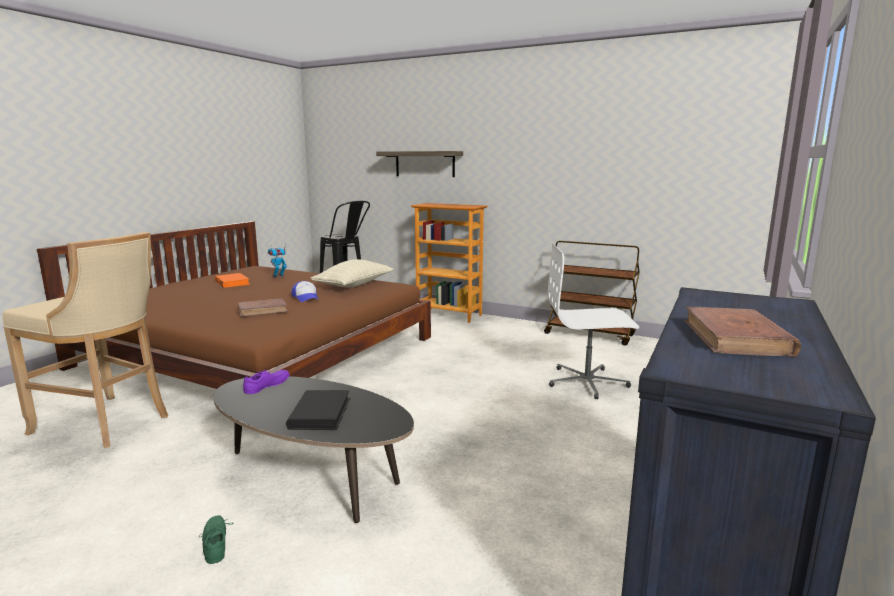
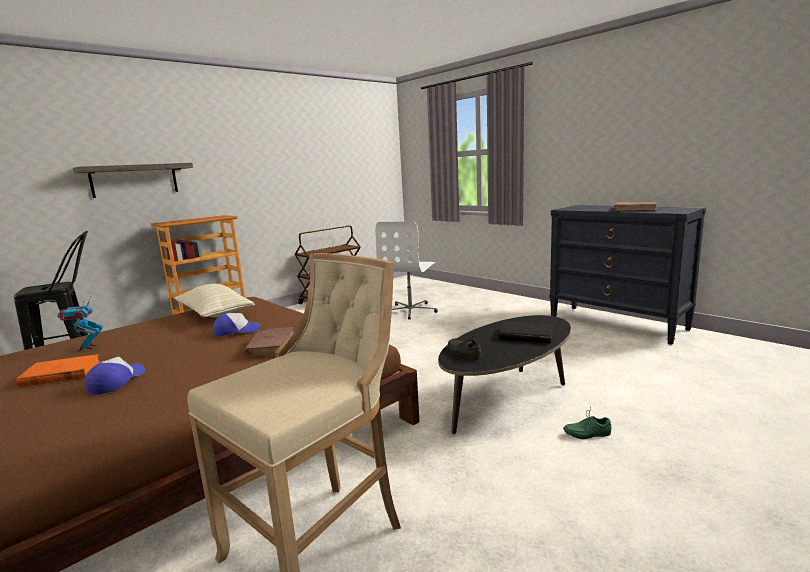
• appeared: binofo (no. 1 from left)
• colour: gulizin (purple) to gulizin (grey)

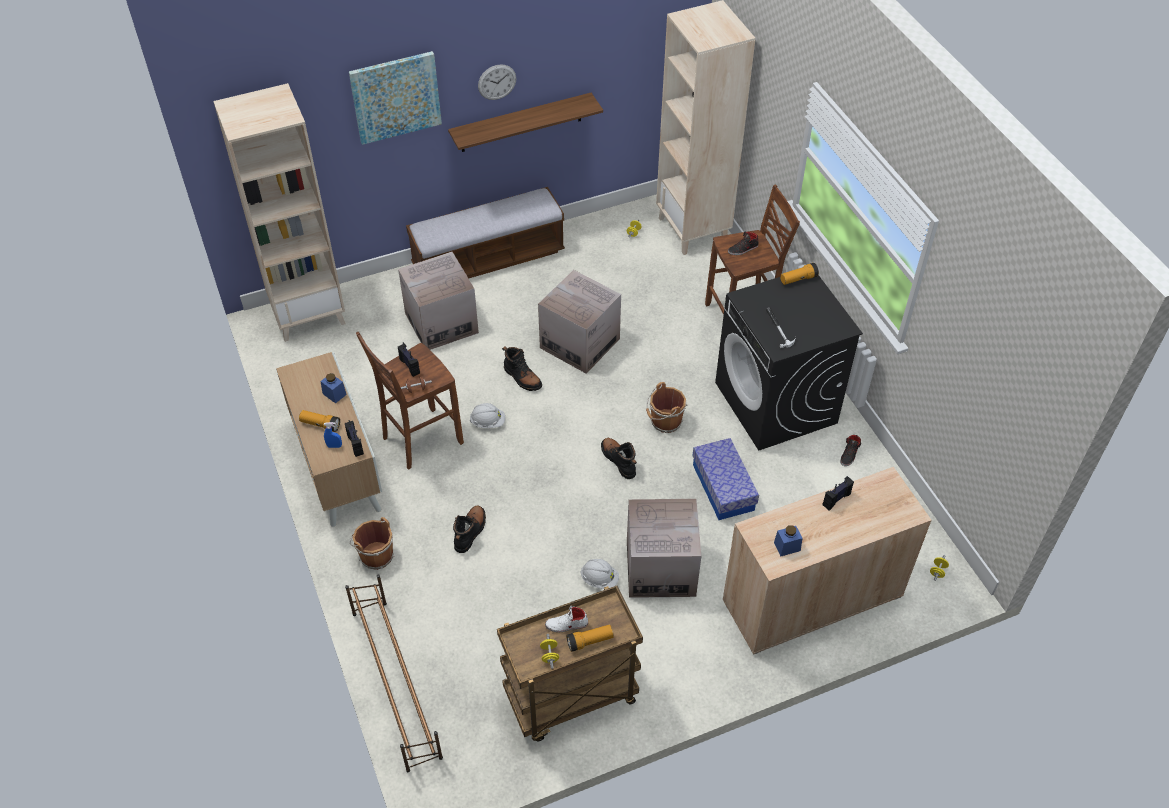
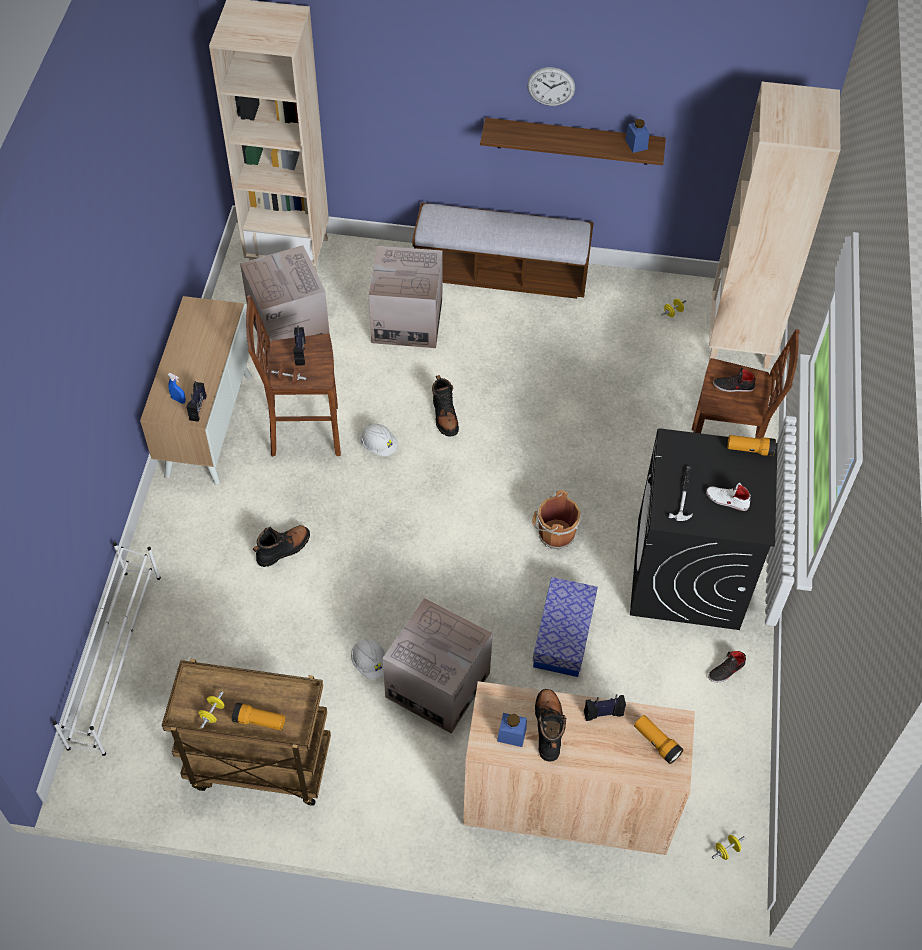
• missing: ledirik
• missing: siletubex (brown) (no. 1 from left)
• relocated: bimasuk (no. 1 from left in the first image) to bimasuk (no. 2 from left)
• relocated: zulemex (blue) (no. 1 from left in the first image) to zulemex (blue) (no. 2 from left)
• relocated: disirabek (no. 2 from left in the first image) to disirabek (no. 1 from left)
• relocated: gulizin (white)
• relocated: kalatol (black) (no. 3 from left)
• colour: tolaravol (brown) to tolaravol (white)

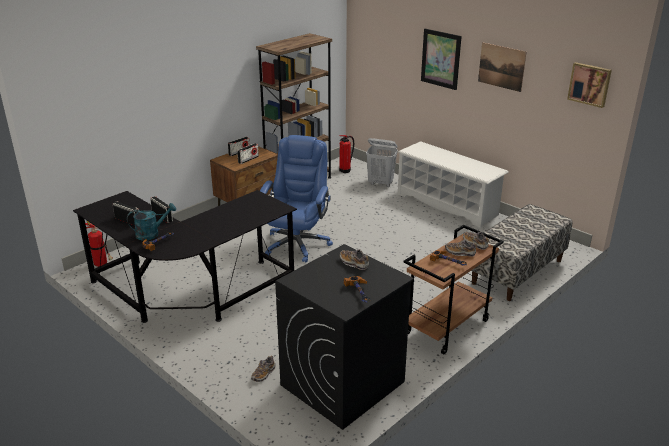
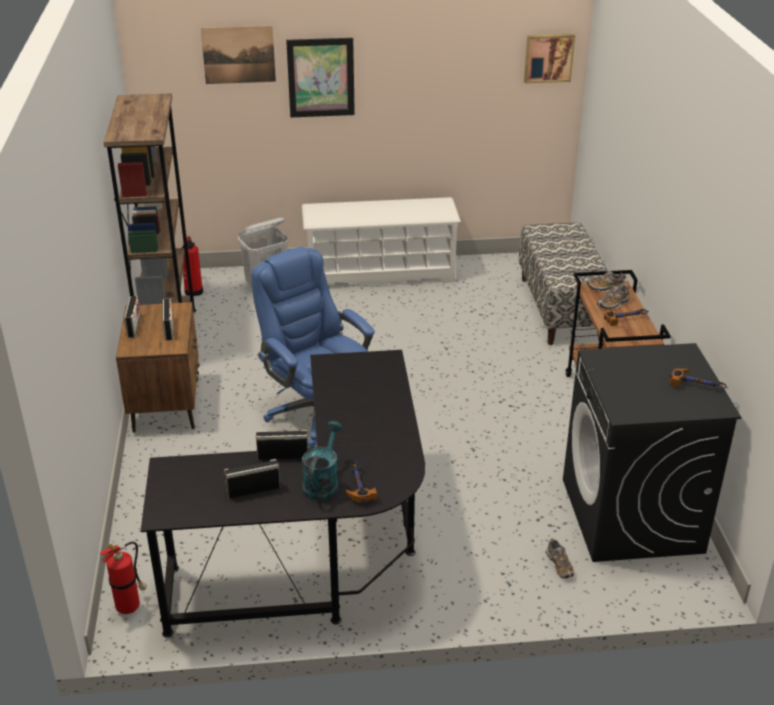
• missing: gulizin (no. 2 from left)
• relocated: ledirik (no. 2 from left in the first image) to ledirik (no. 1 from left)

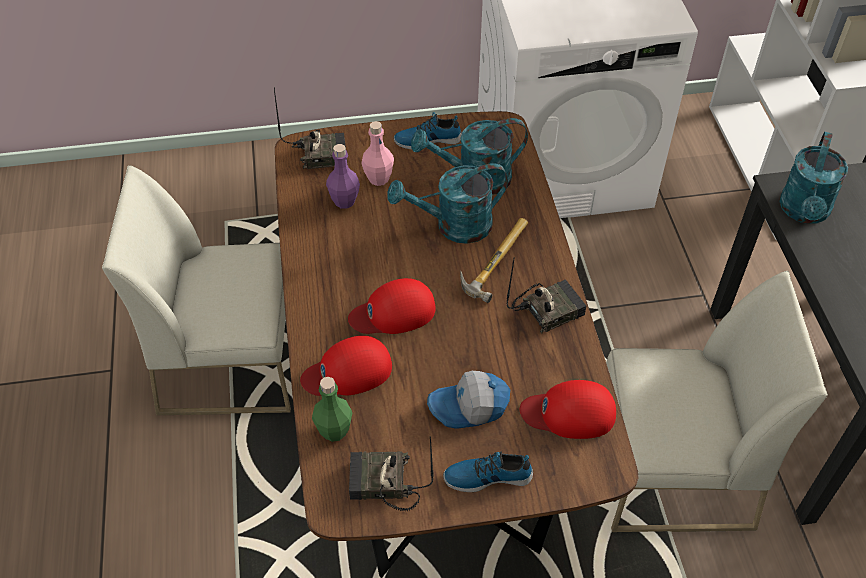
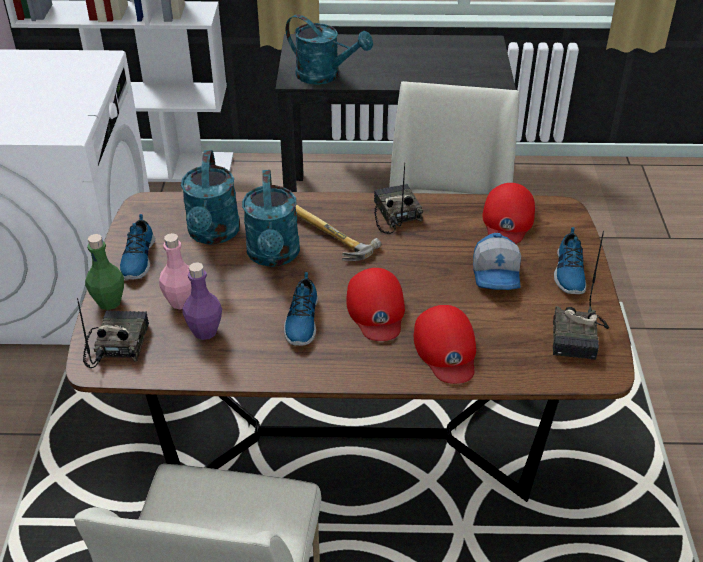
• appeared: gulizin (no. 2 from left)
• relocated: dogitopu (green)

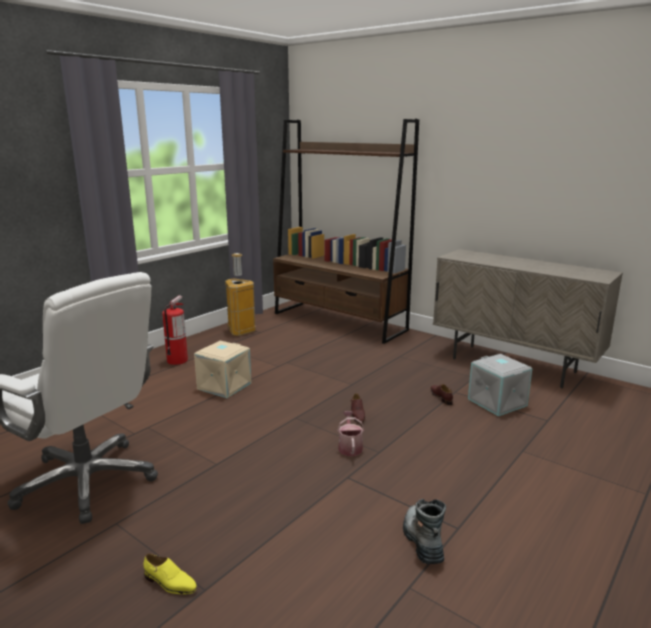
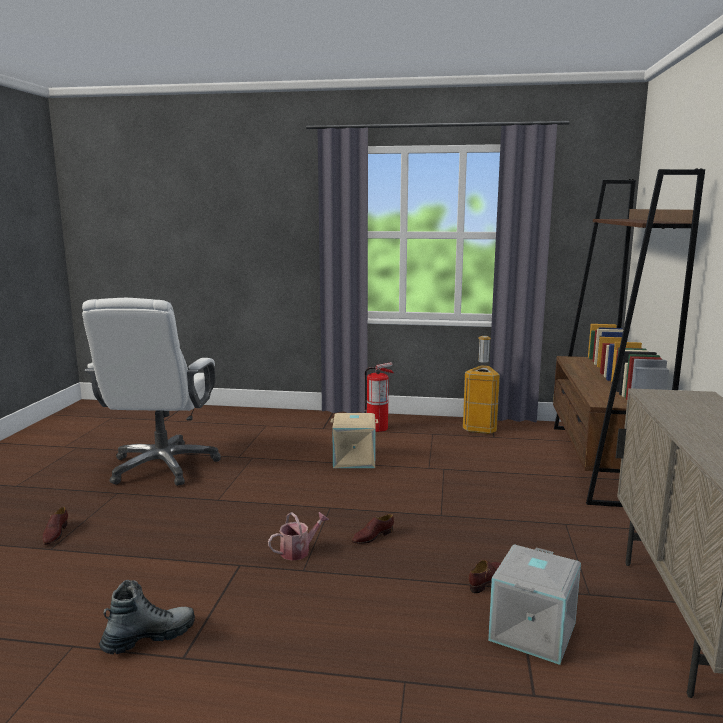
• colour: gulizin (yellow) to gulizin (brown) (no. 1 from left)

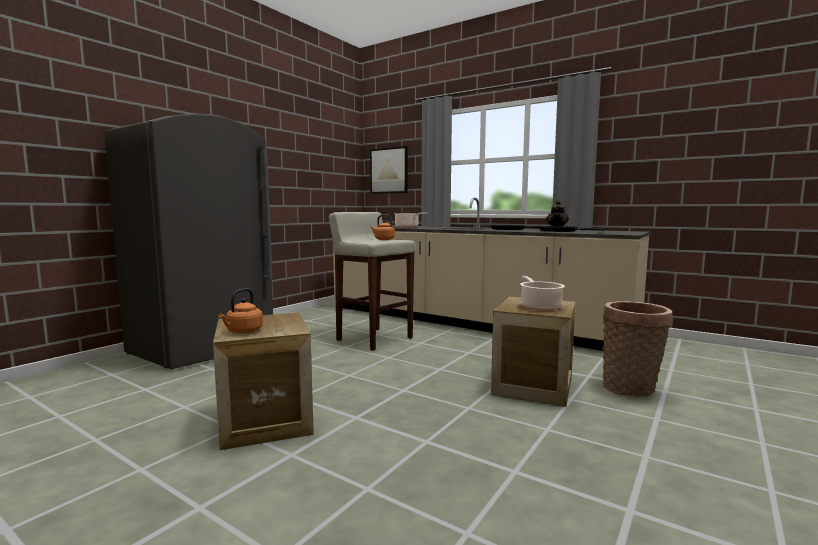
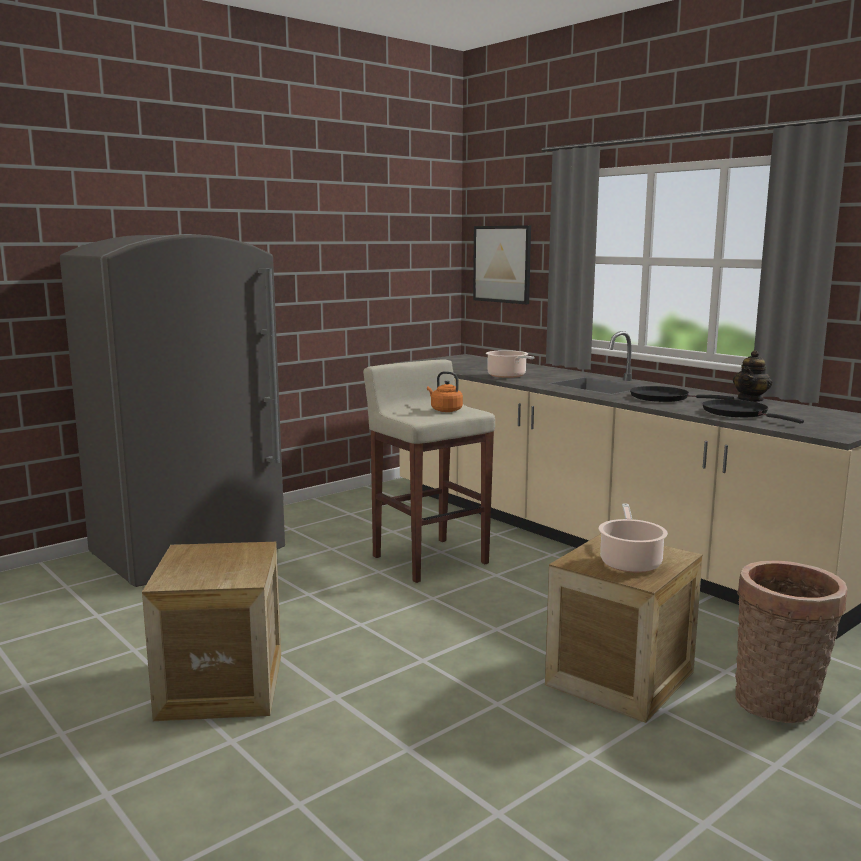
• missing: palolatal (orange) (no. 1 from left)

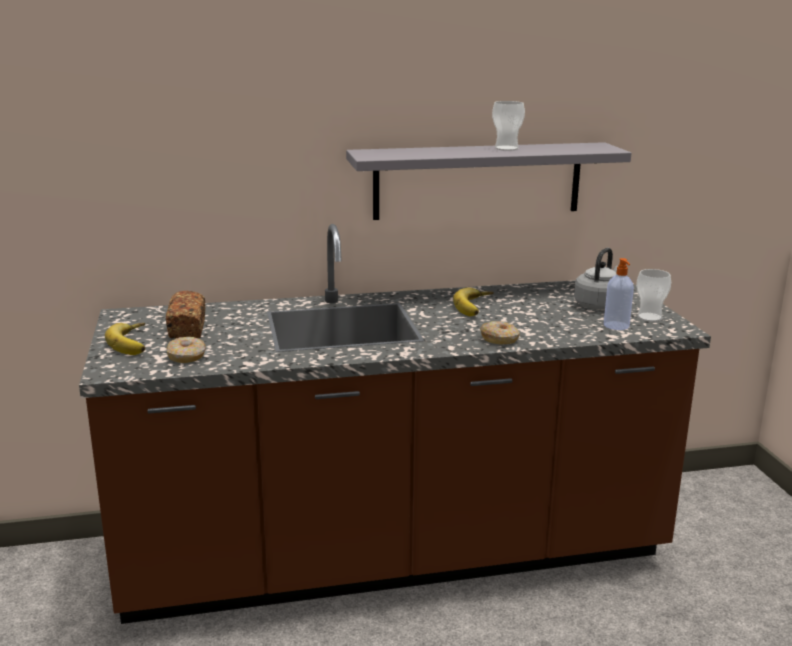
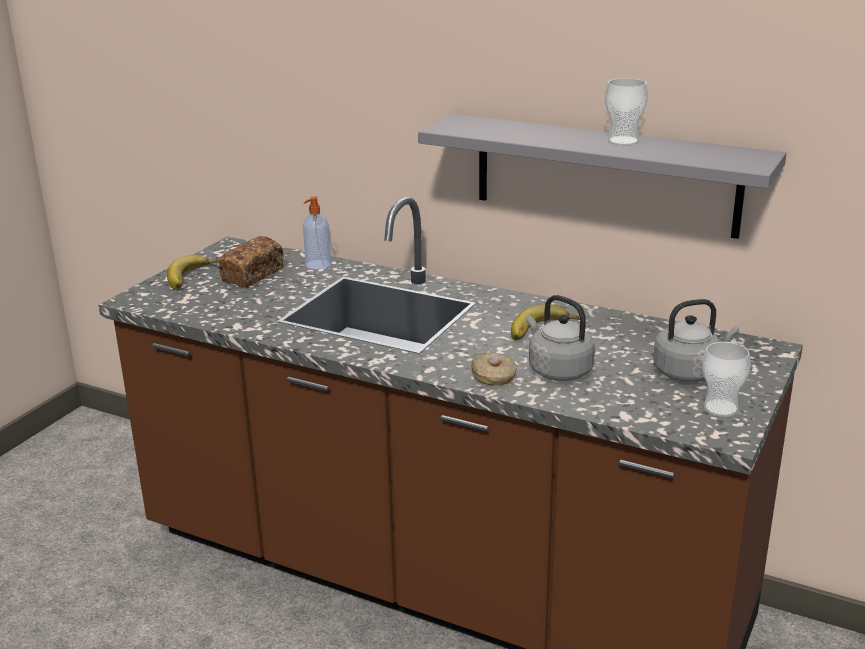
• missing: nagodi (no. 1 from left)
• appeared: palolatal (grey) (no. 1 from left)
• relocated: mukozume

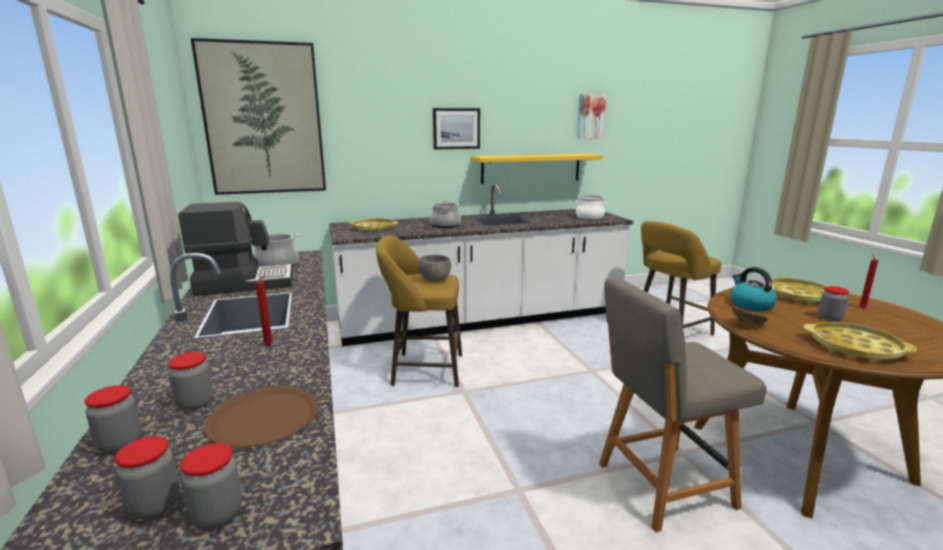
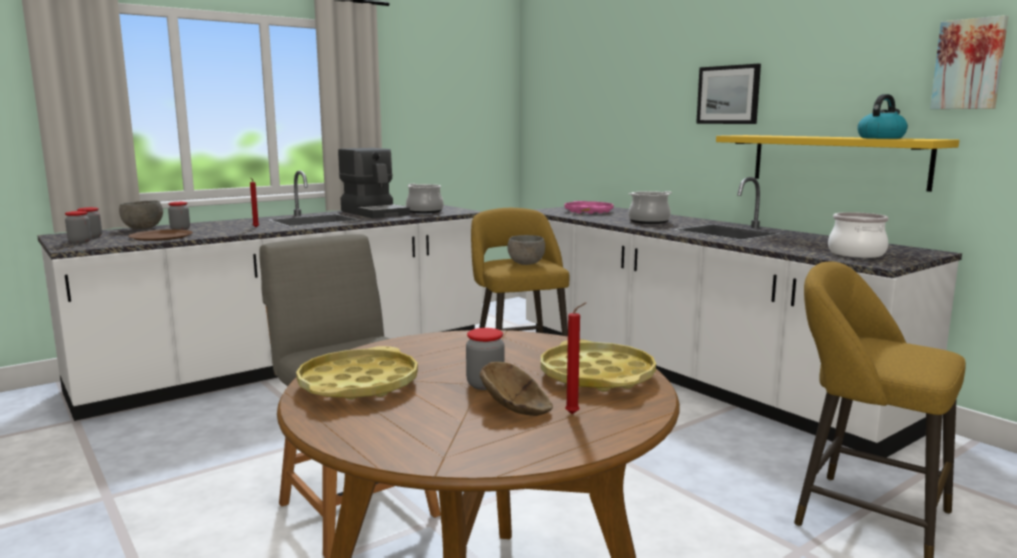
• missing: ledirik (no. 1 from left)
• relocated: palolatal
• relocated: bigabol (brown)
• exchanged: zulemex (no. 1 from left) to bigabol (grey) (no. 1 from left)
• colour: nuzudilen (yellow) (no. 1 from left) to nuzudilen (pink)

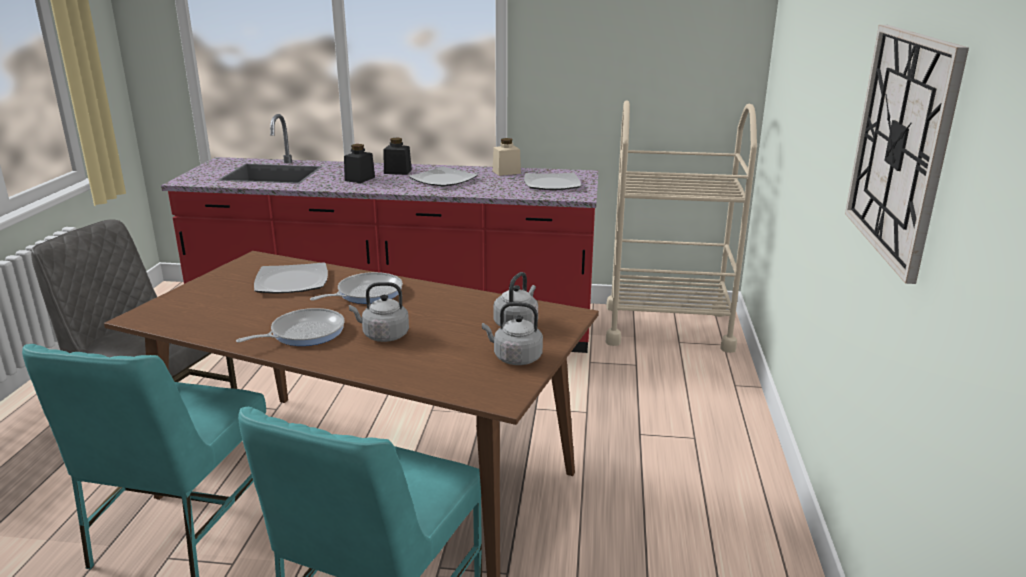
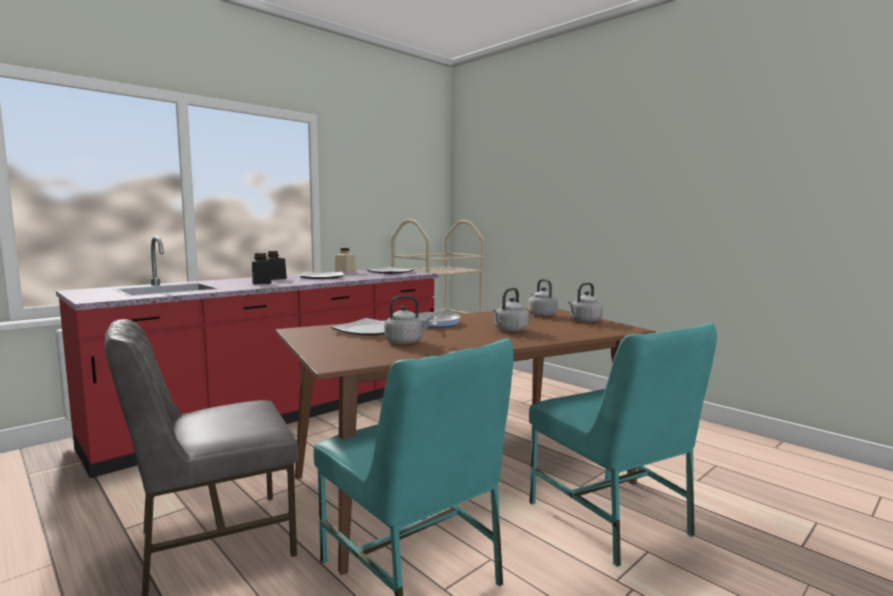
• missing: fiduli (no. 1 from left)
• missing: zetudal
• appeared: palolatal (grey) (no. 1 from left)

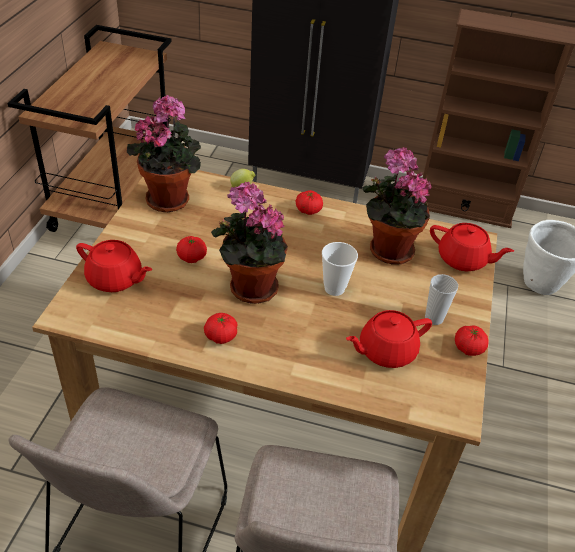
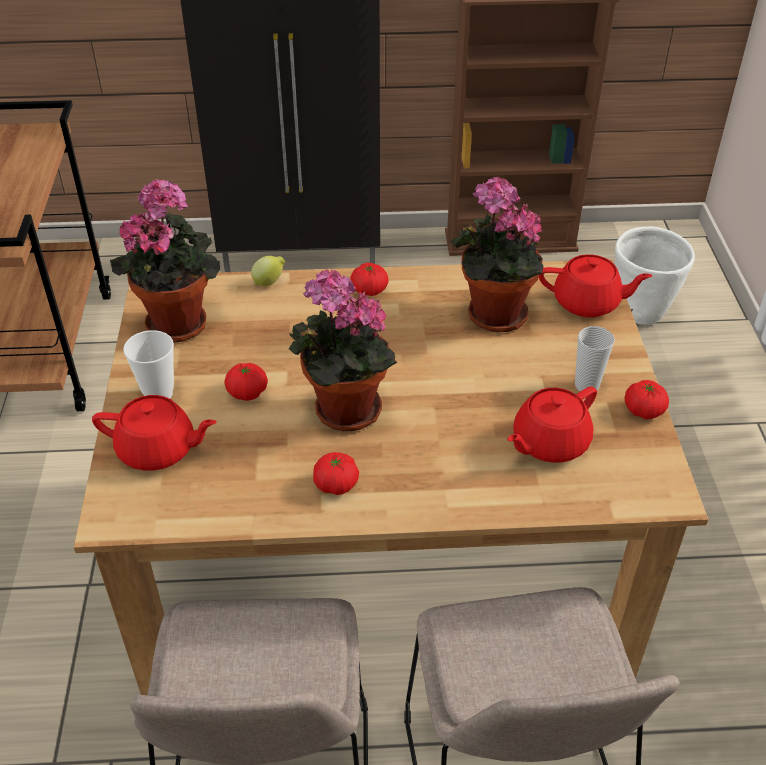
• relocated: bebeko (no. 1 from left)

